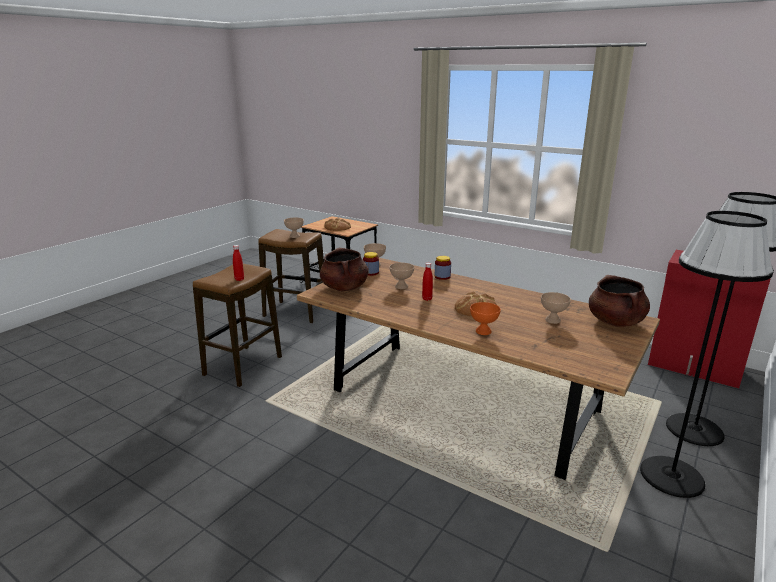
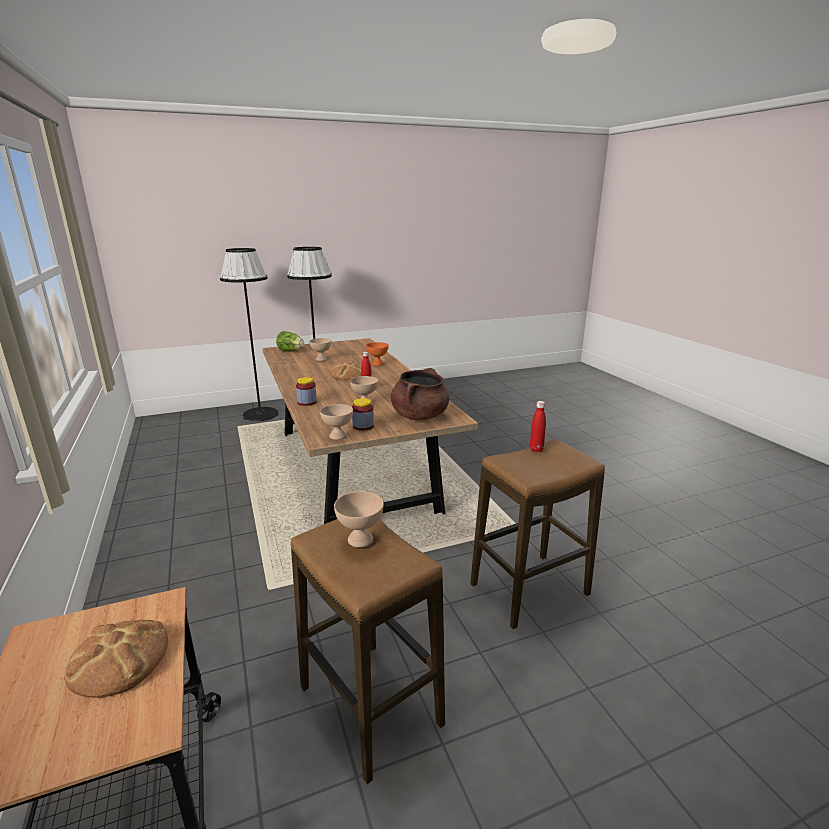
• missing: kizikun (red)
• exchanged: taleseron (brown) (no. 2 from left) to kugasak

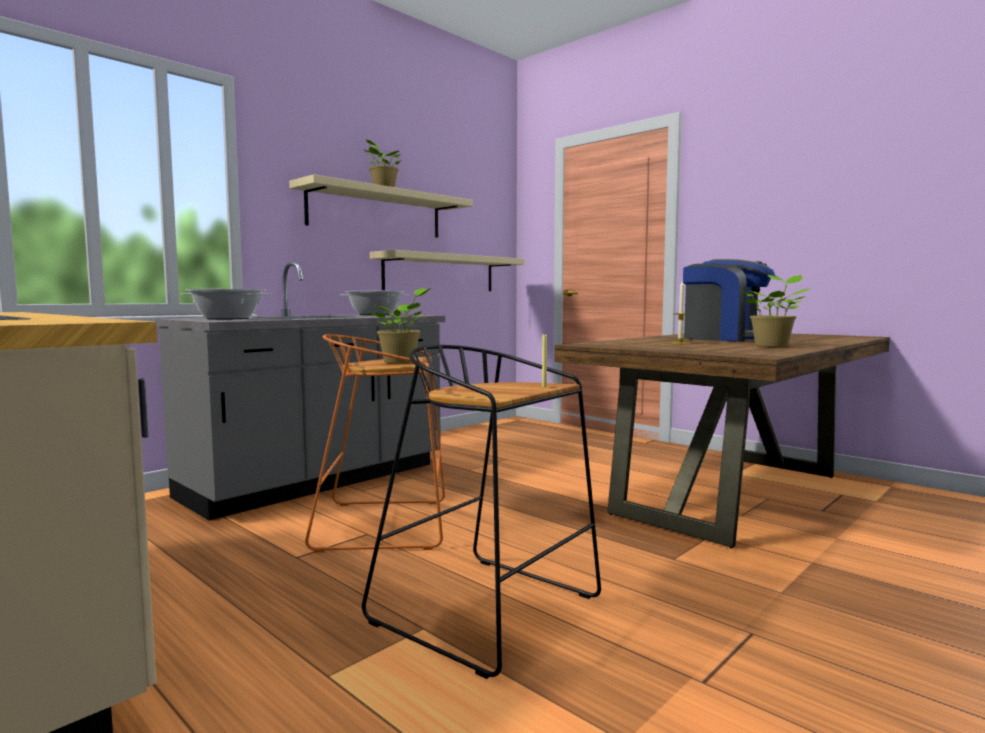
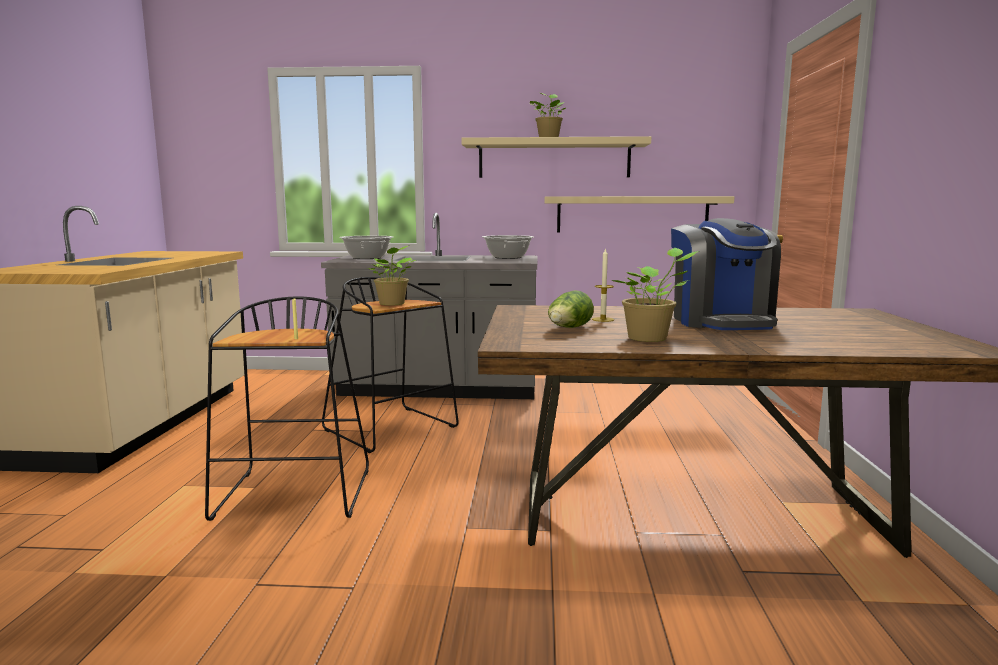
• appeared: kugasak
• colour: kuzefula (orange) to kuzefula (black) (no. 2 from left)

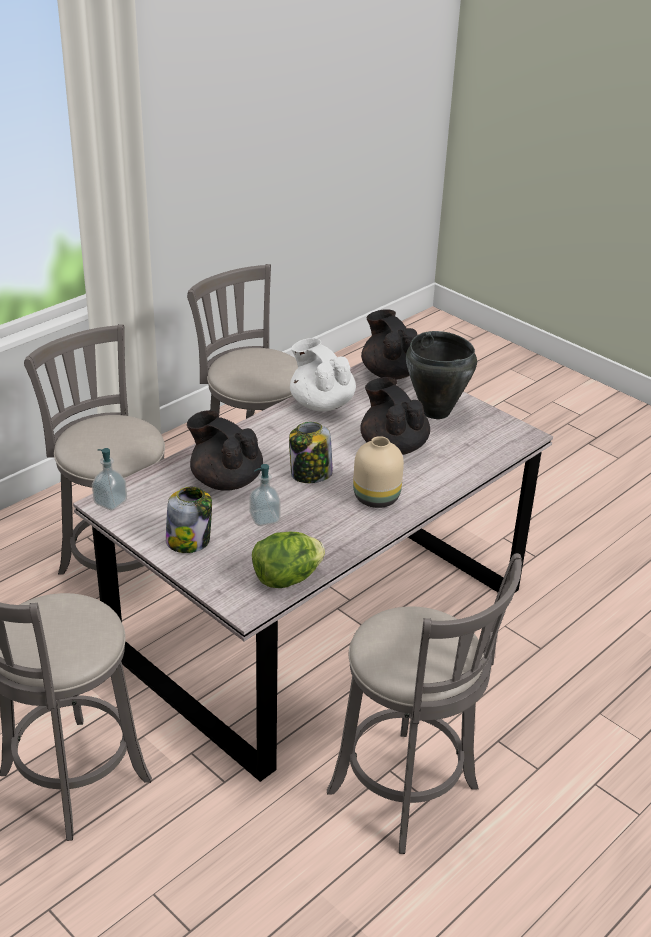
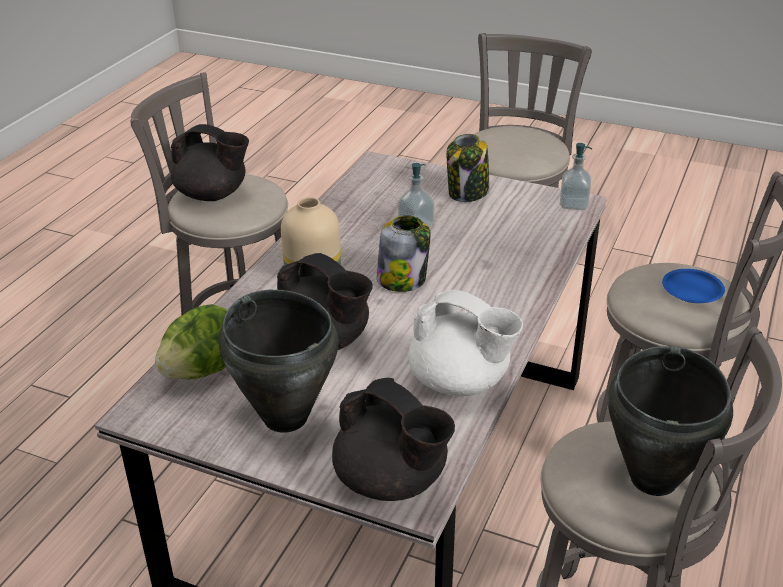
• appeared: taleseron (black) (no. 2 from left)
• appeared: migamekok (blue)
• relocated: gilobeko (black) (no. 1 from left)
• relocated: kugasak

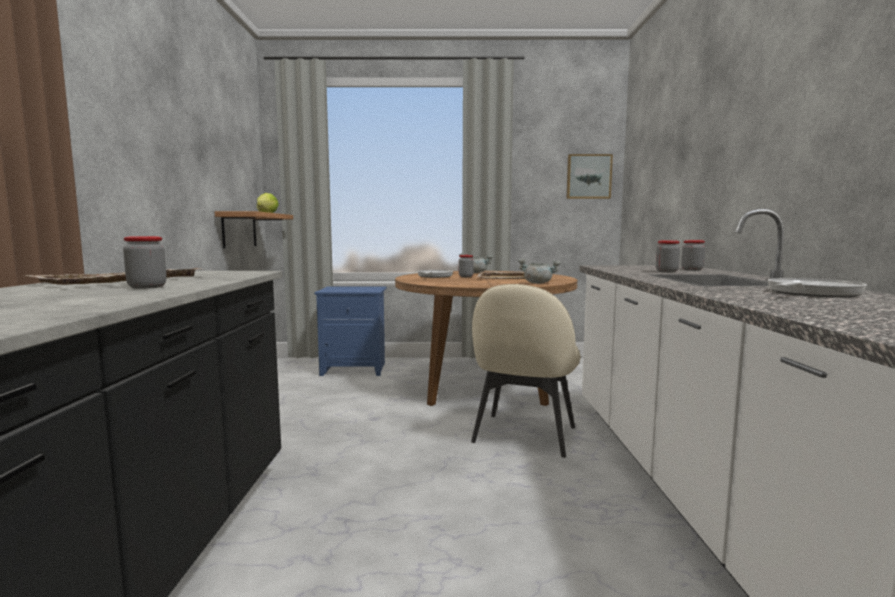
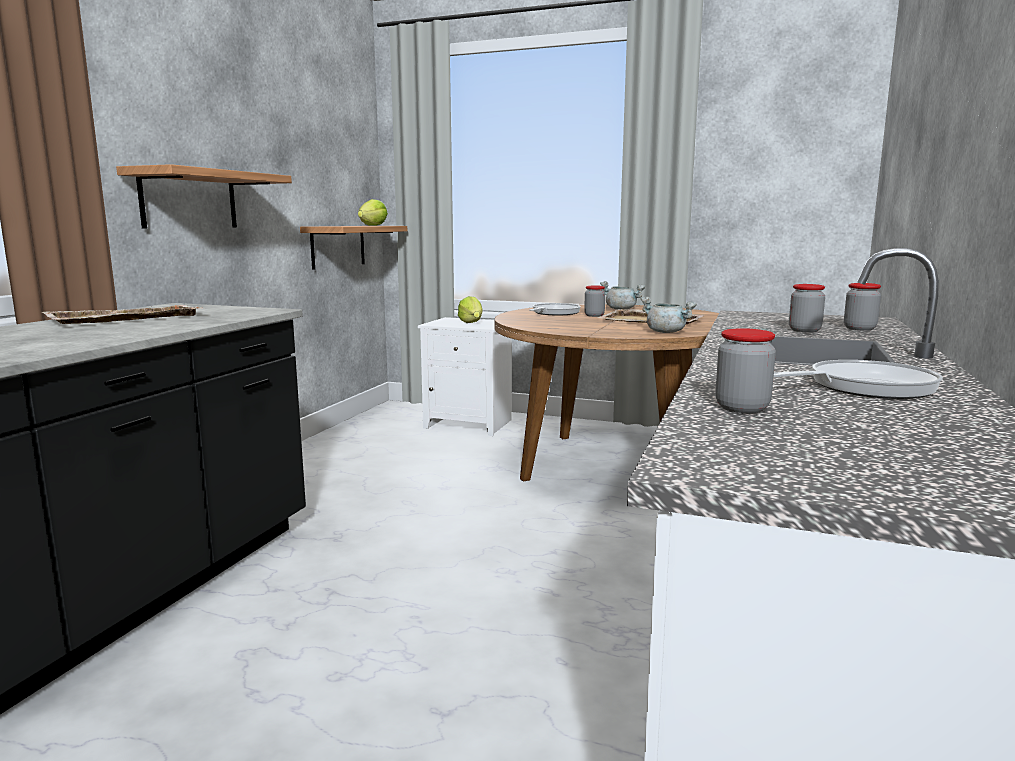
• missing: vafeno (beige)
• missing: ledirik
• appeared: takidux (no. 1 from left)
• appeared: kugasak (no. 2 from left)
• relocated: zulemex (no. 1 from left in the first image) to zulemex (no. 2 from left)
• colour: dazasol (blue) to dazasol (white)

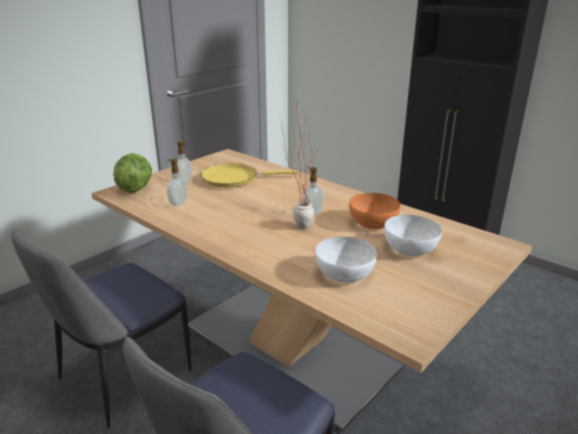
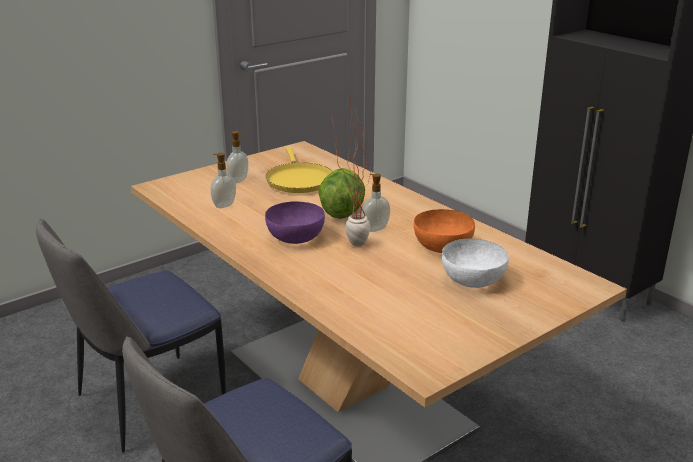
• missing: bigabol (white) (no. 1 from left)
• appeared: bigabol (purple)
• relocated: kugasak
• spun: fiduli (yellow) 105 degrees counterclockwise

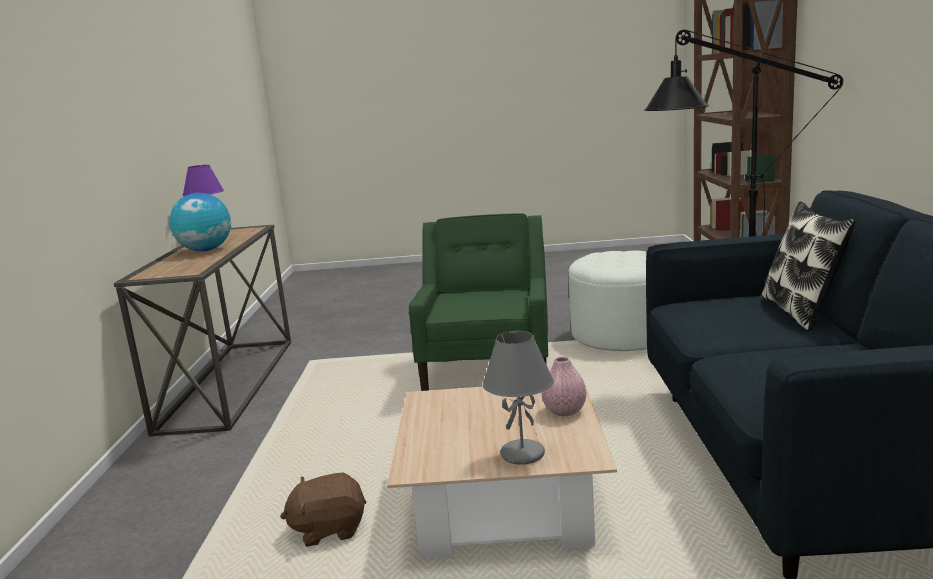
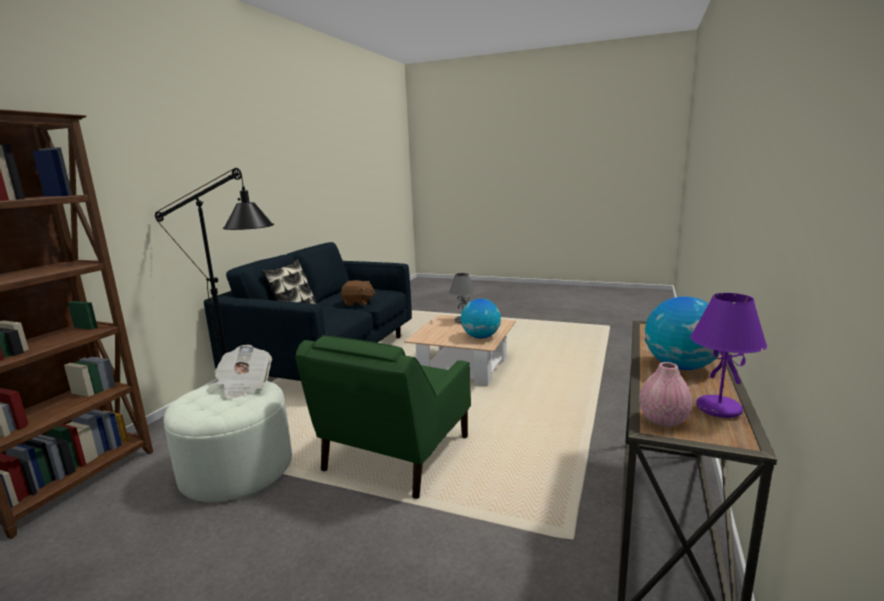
• appeared: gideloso
• appeared: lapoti (no. 1 from left)
• relocated: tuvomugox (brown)
• relocated: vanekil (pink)

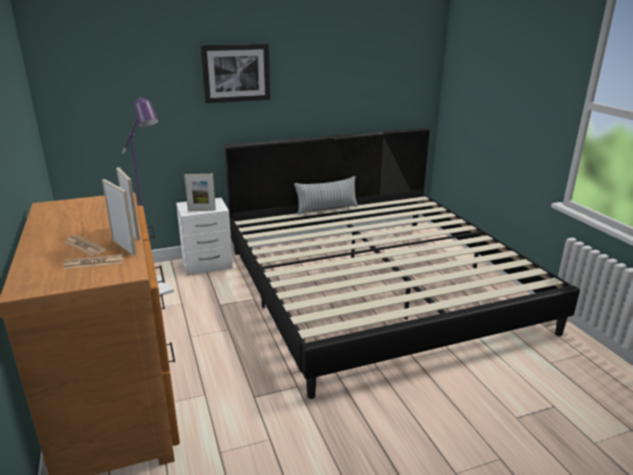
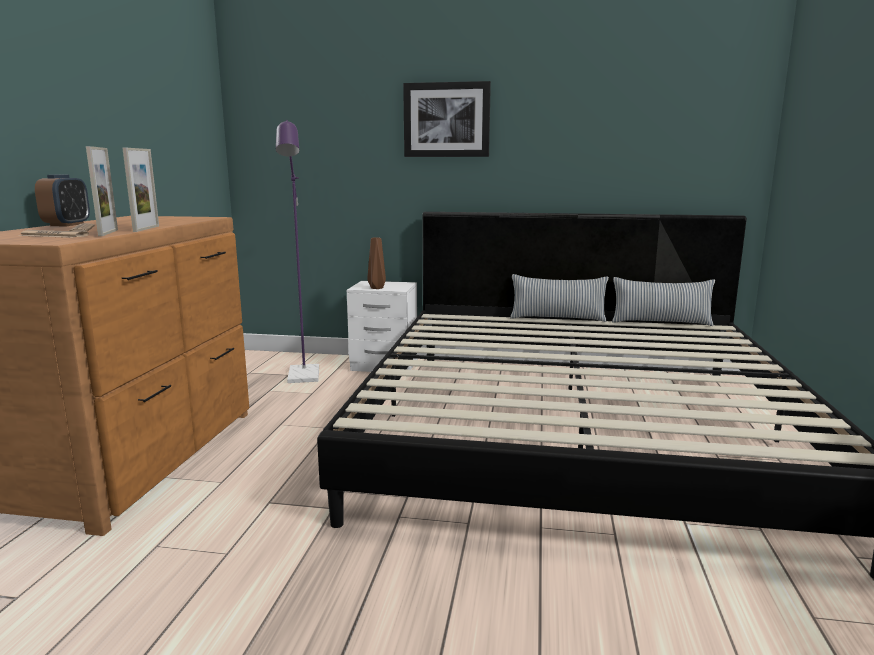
• appeared: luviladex
• appeared: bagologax (no. 2 from left)
• exchanged: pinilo (no. 3 from left) to vanekil (brown)

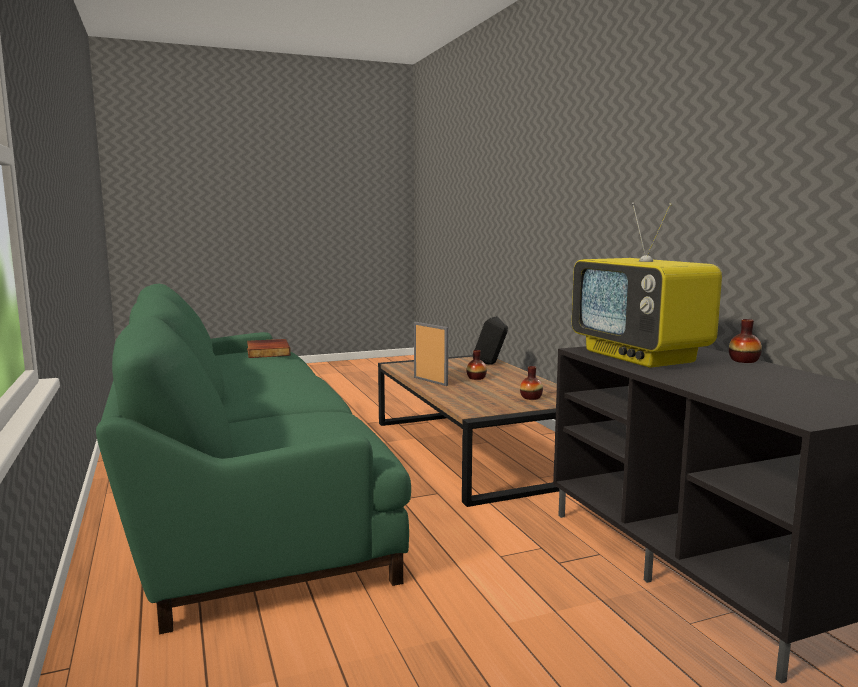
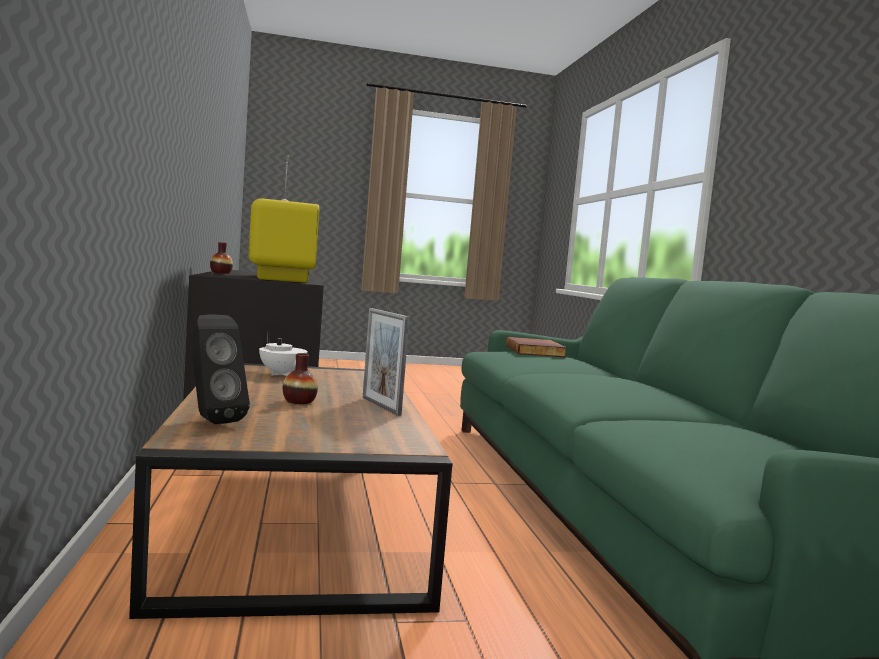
• relocated: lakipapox
• exchanged: vanekil (no. 2 from left) to gilobeko (white)

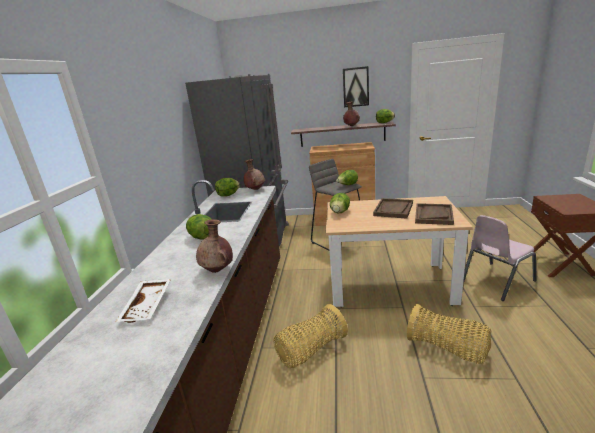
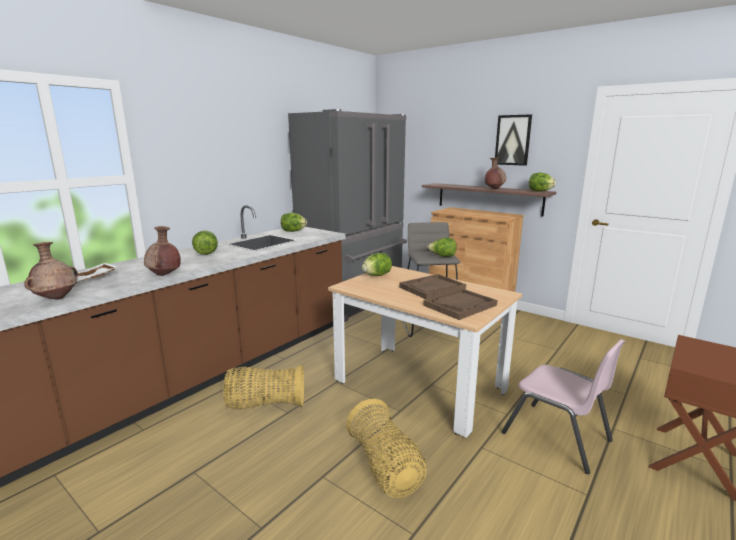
• relocated: vanekil (brown) (no. 2 from left in the first image) to vanekil (brown) (no. 1 from left)
• spun: vafeno (pink) 135 degrees counterclockwise

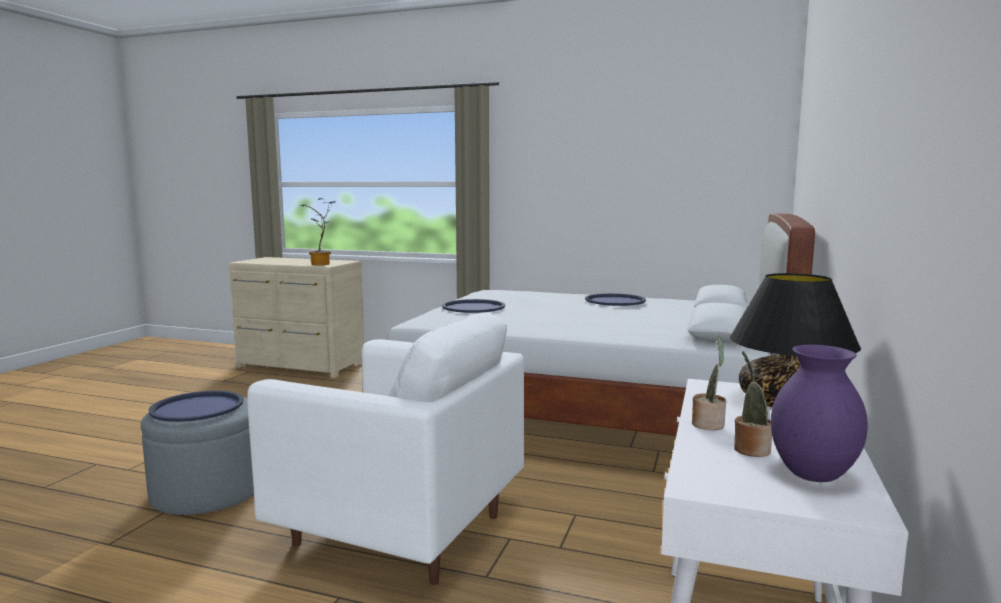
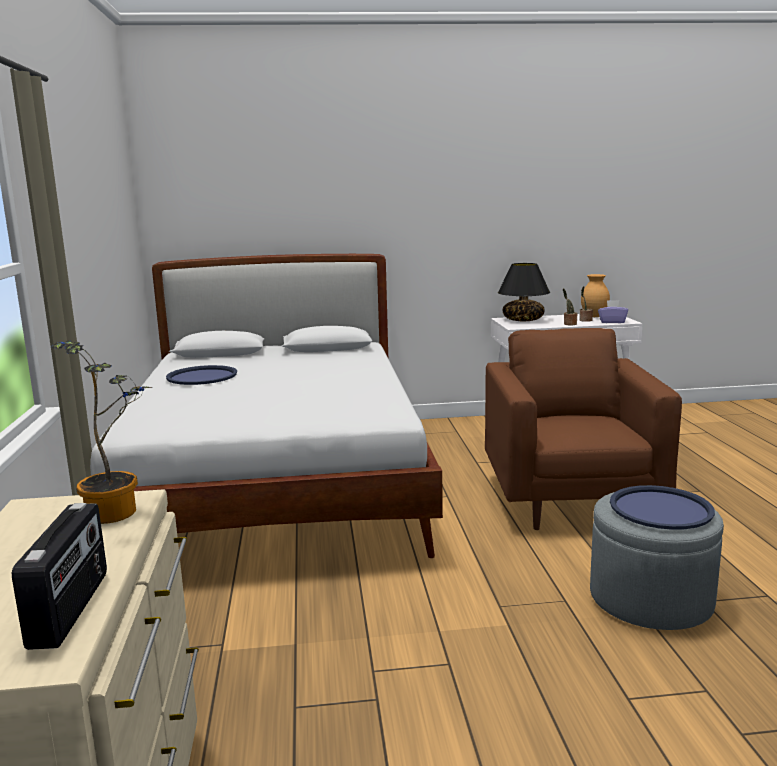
• missing: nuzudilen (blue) (no. 2 from left)
• appeared: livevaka
• appeared: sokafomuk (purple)
• colour: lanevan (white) to lanevan (brown)
• colour: vanekil (purple) to vanekil (brown)

